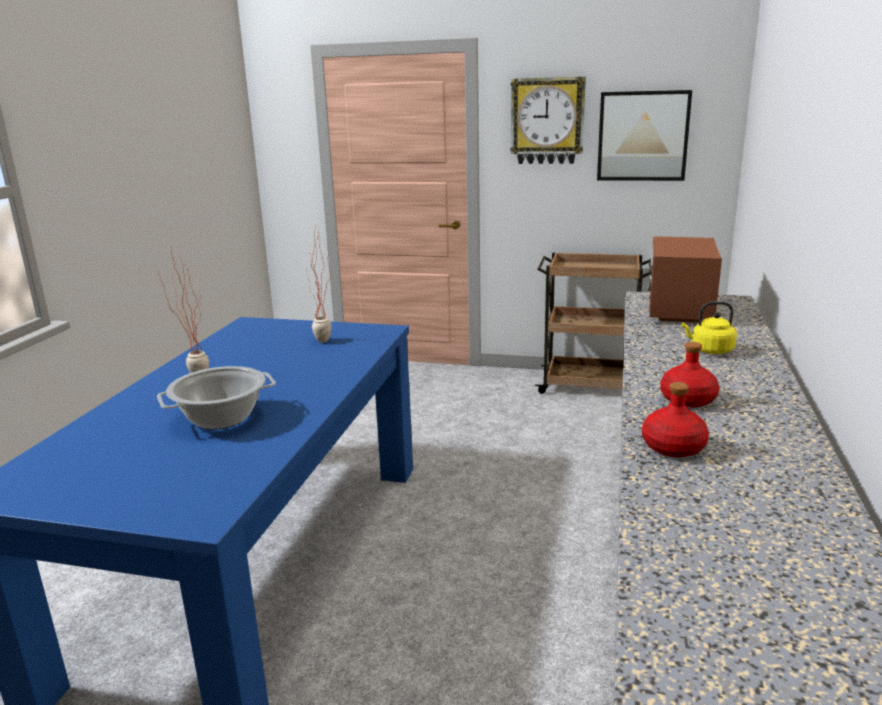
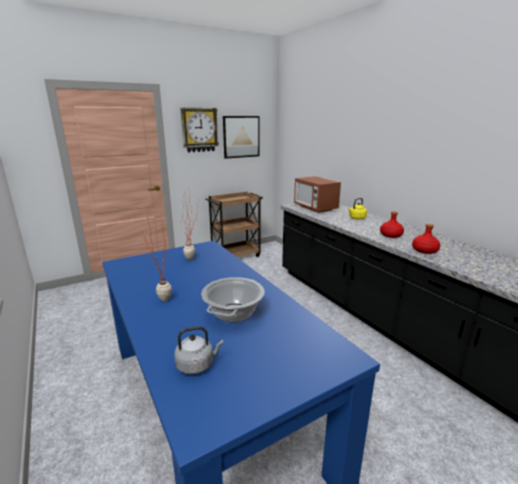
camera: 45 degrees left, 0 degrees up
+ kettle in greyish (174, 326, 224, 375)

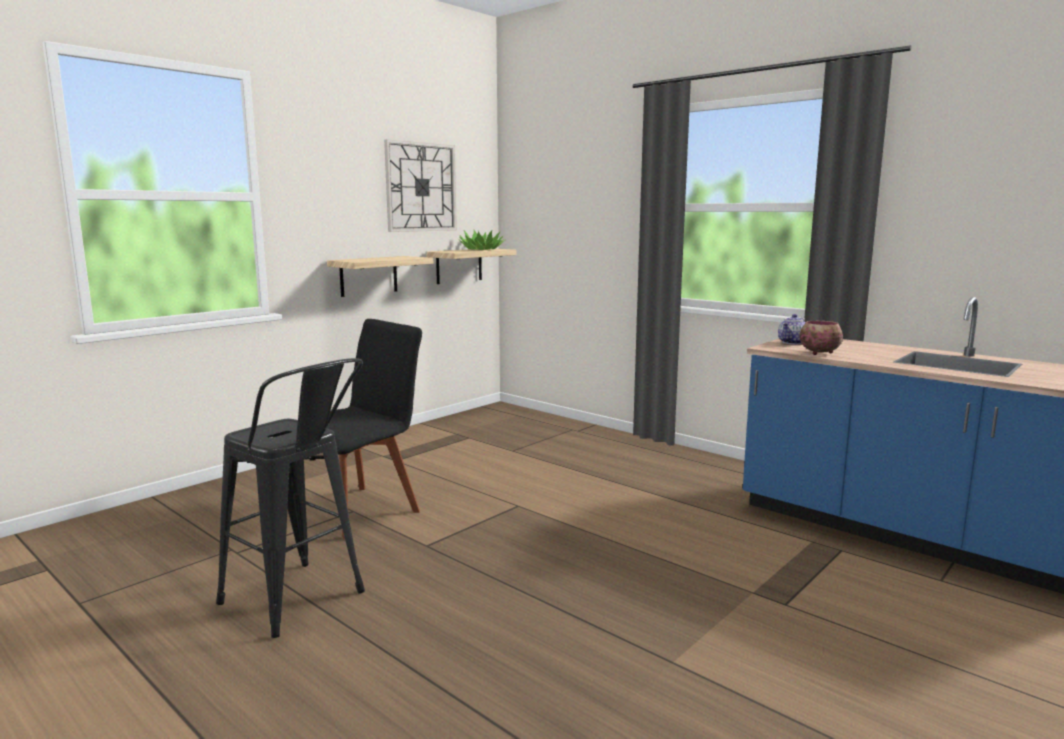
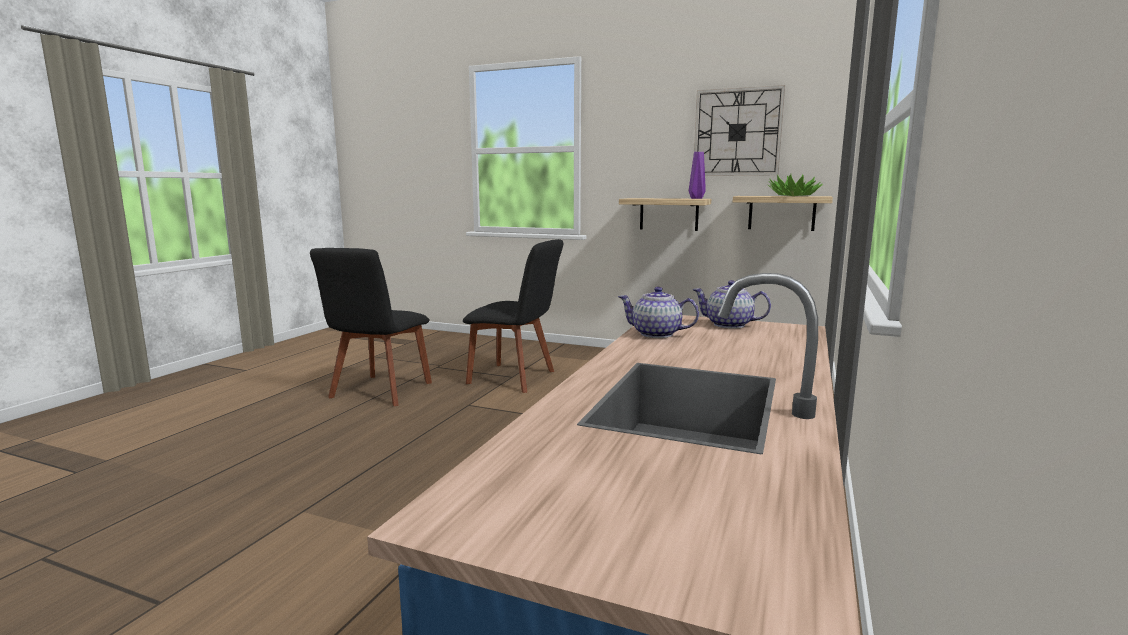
camera: 70 degrees right, 0 degrees up
~ bowl (800, 321, 843, 355) to tea pot (618, 287, 699, 338)
~ stool seat in black-coloured (216, 358, 365, 638) to chair in black-coloured (310, 248, 432, 406)
+ flower vase in purplish (689, 152, 706, 199)

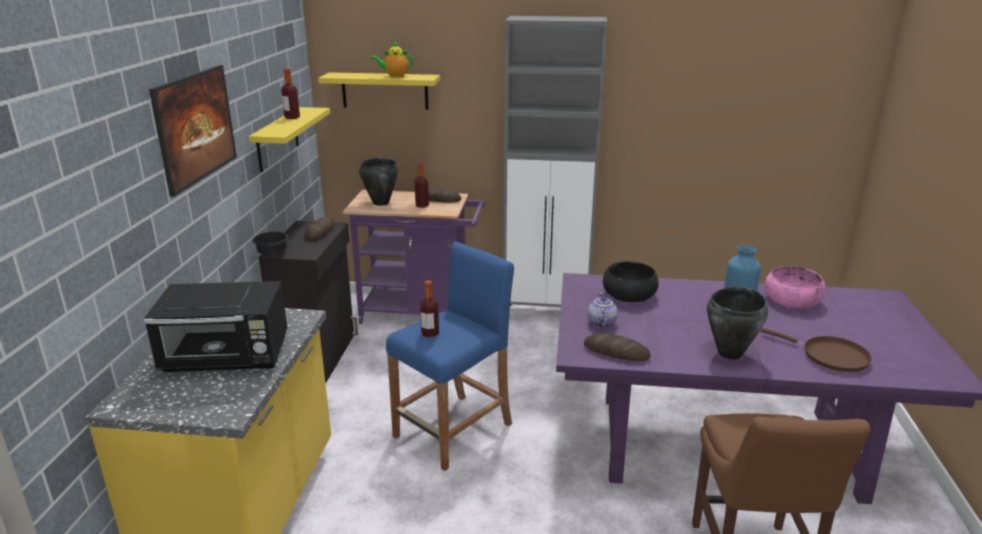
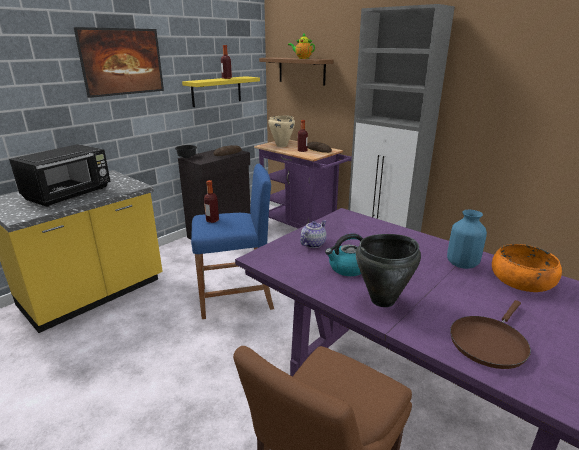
camera: 35 degrees right, 0 degrees up
~ bracket shelf in yellow (318, 72, 440, 110) to bracket shelf in brown (259, 57, 334, 86)
~ cooking pot in black-coloured (359, 158, 399, 206) to cooking pot in sand-coloured (268, 116, 295, 147)
- bowl in black-coloured (603, 261, 659, 302)
~ bowl in pink (765, 266, 825, 308) to bowl in orangey (492, 244, 562, 292)
~ microwave oven in black-coloured (144, 281, 287, 372) = (9, 144, 111, 207) 90 degrees counterclockwise
~ skillet in brown (761, 328, 872, 372) = (450, 300, 531, 369) 60 degrees clockwise
- bakery bread (584, 334, 650, 361)
+ kettle (325, 233, 363, 276)

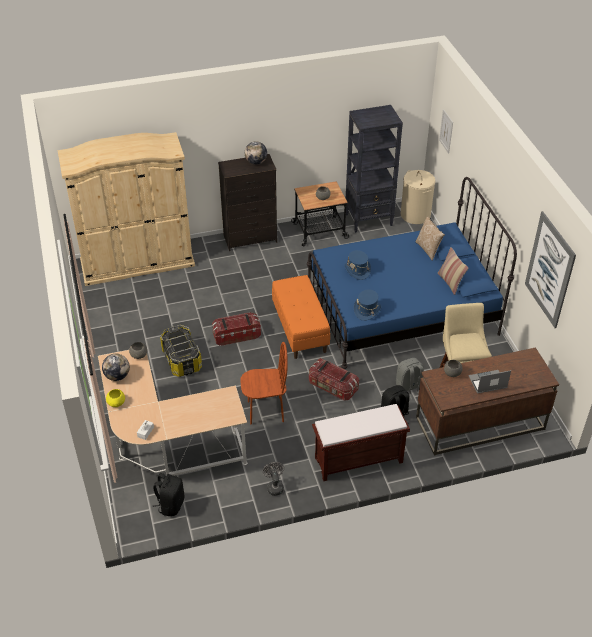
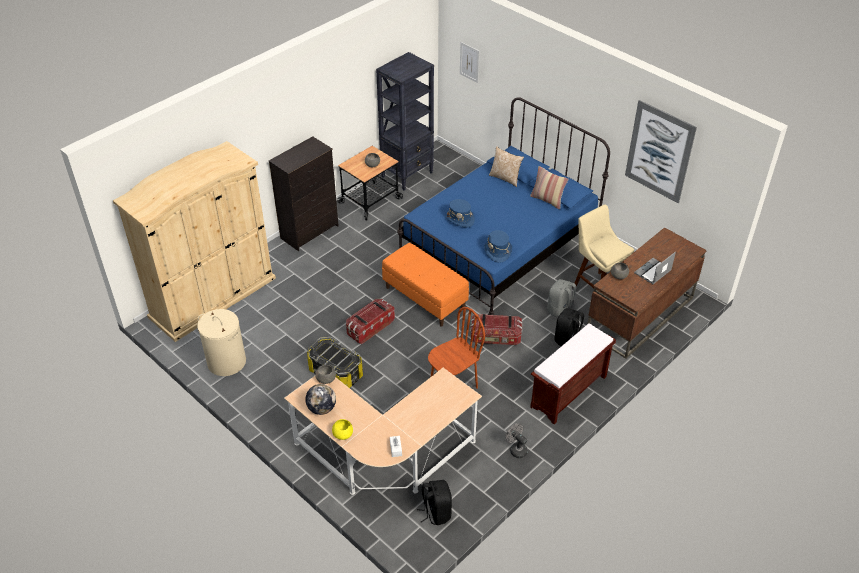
camera: 30 degrees left, 0 degrees up
- world globe (245, 141, 267, 165)
~ hamper in sand-coloured (401, 170, 435, 224) to (197, 309, 246, 376)

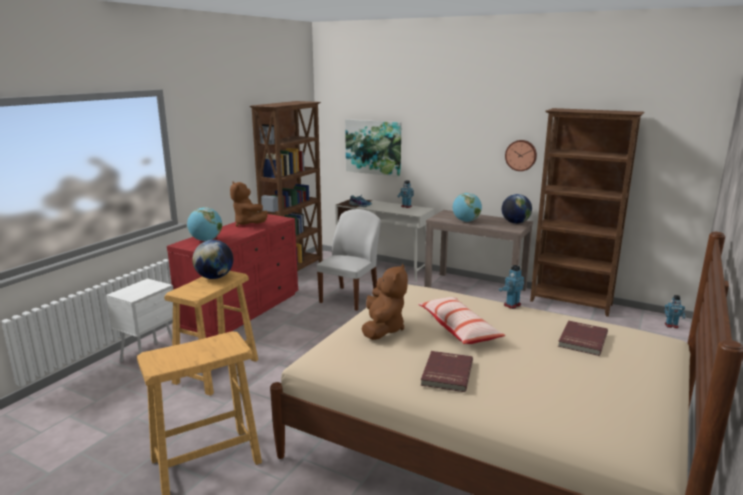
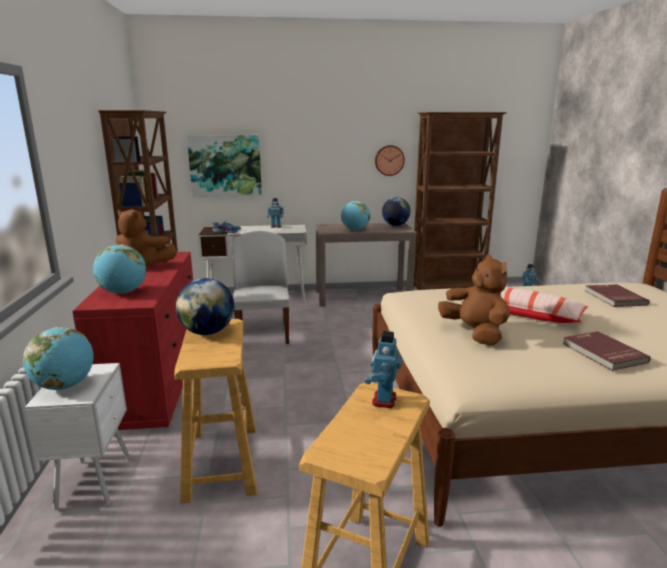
camera: 35 degrees left, 0 degrees up
~ robot figure (499, 265, 524, 309) to (365, 331, 402, 408)
+ world globe (23, 327, 93, 390)

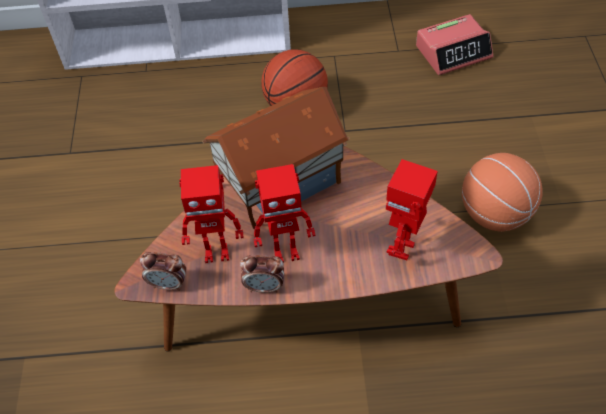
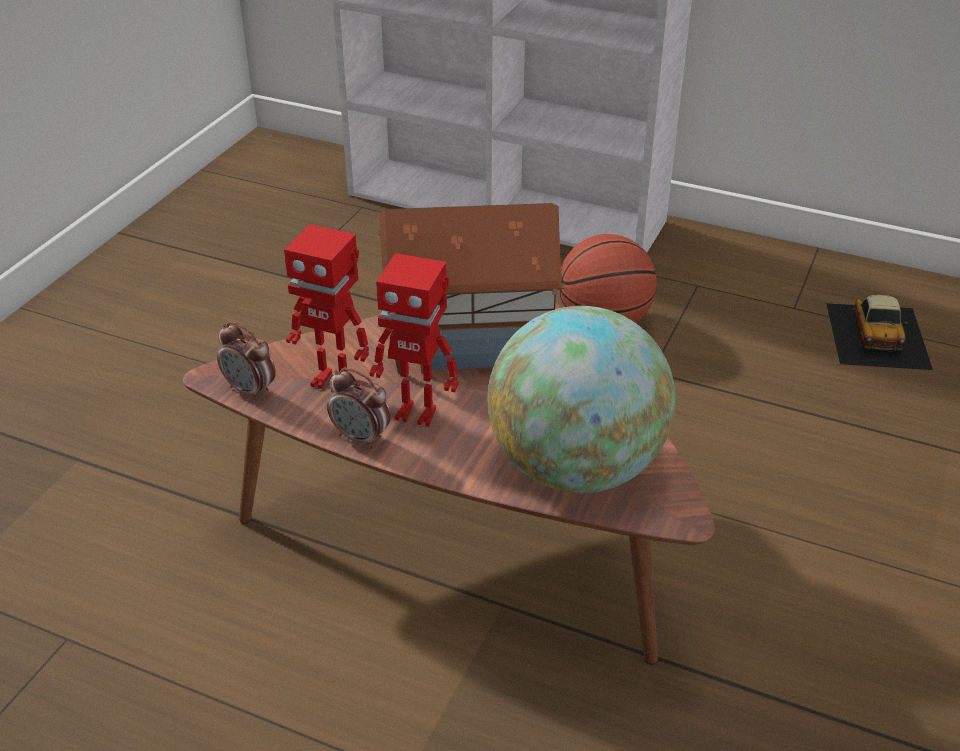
camera: 25 degrees right, 15 degrees down
~ alarm clock (416, 14, 493, 75) to miniature car (826, 295, 933, 370)
- basketball (462, 153, 543, 232)
~ robot figure (386, 159, 438, 260) to world globe (488, 306, 676, 493)

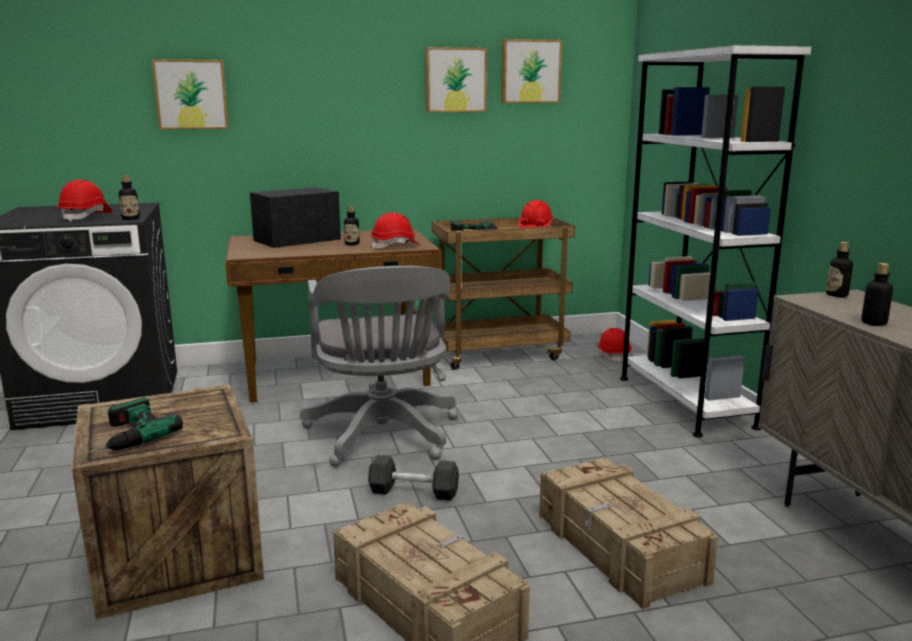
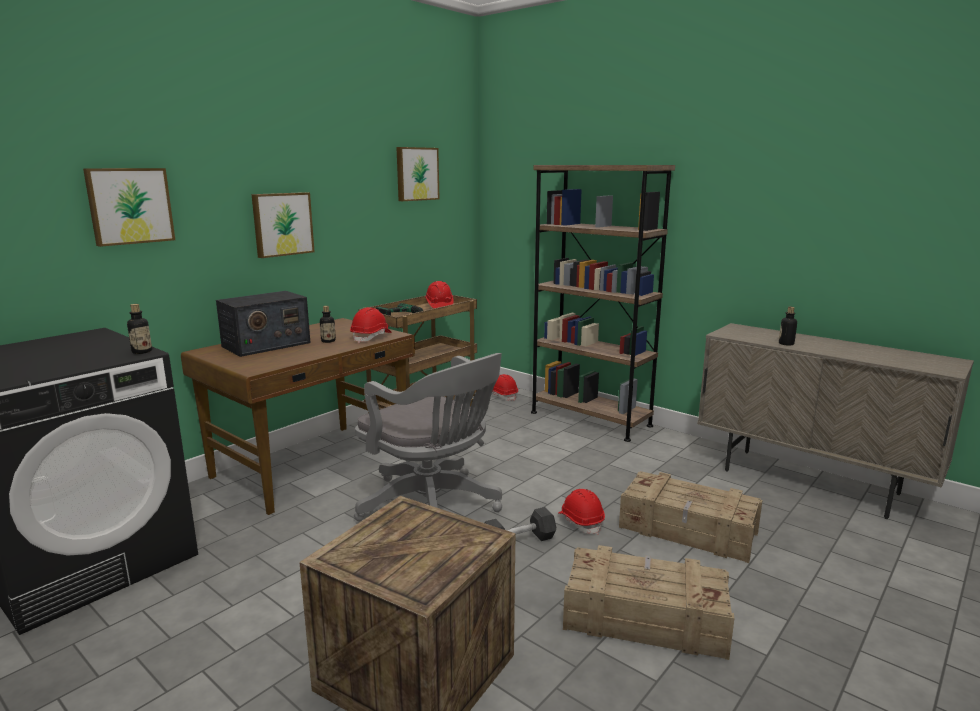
camera: 35 degrees left, 0 degrees up
~ bookcase in white (620, 45, 811, 437) to bookcase in brown (531, 165, 675, 442)
~ wall picture (425, 47, 487, 112) to (251, 192, 315, 258)
~ work helmet in red (57, 180, 112, 222) to (558, 489, 605, 535)
~ radio (250, 187, 341, 248) = (216, 291, 311, 357) 150 degrees counterclockwise
- beverage bottle (826, 242, 853, 297)
- power drill (88, 397, 183, 453)

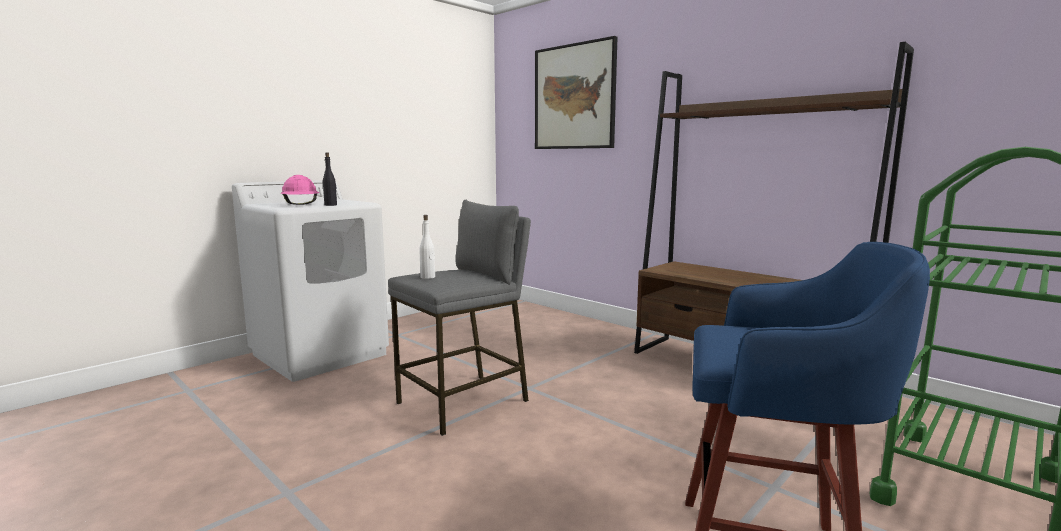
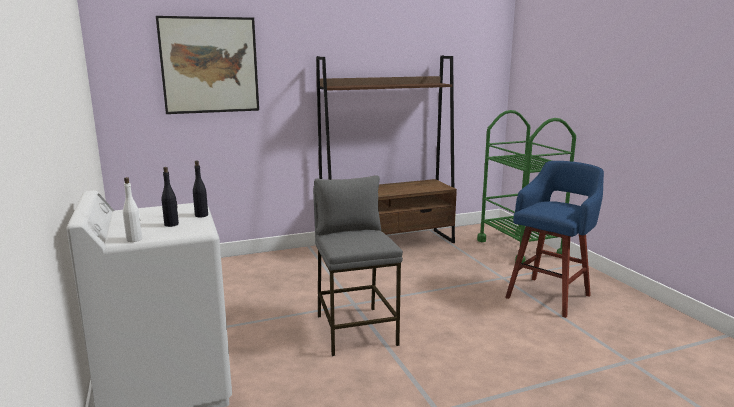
camera: 65 degrees left, 5 degrees up
~ work helmet in pink (281, 175, 319, 205) to beverage bottle in black-coloured (162, 167, 179, 227)
~ beverage bottle in white (419, 215, 435, 279) to (123, 177, 142, 242)

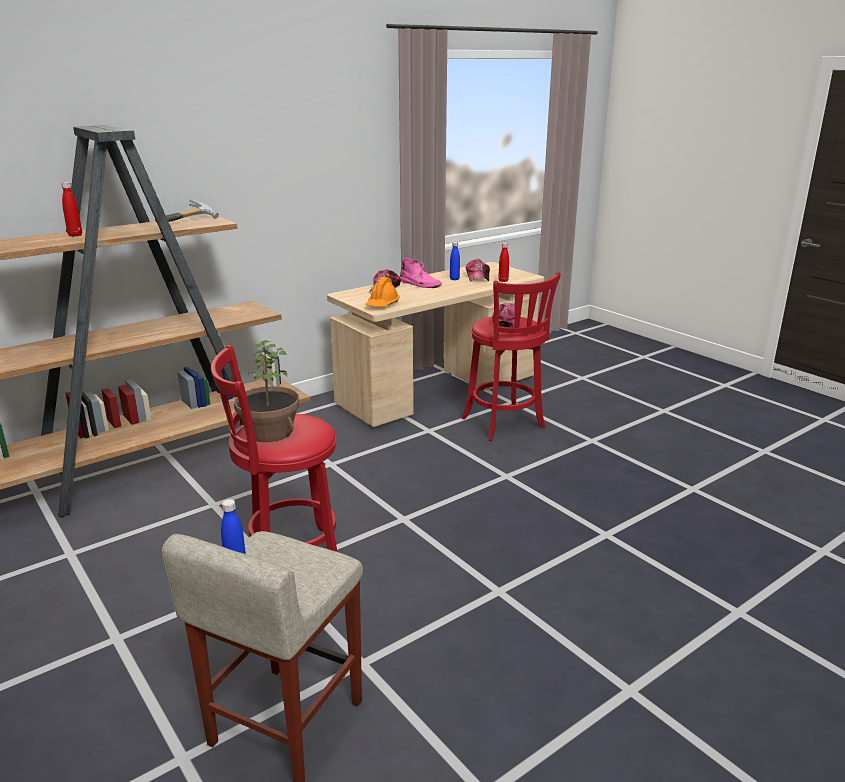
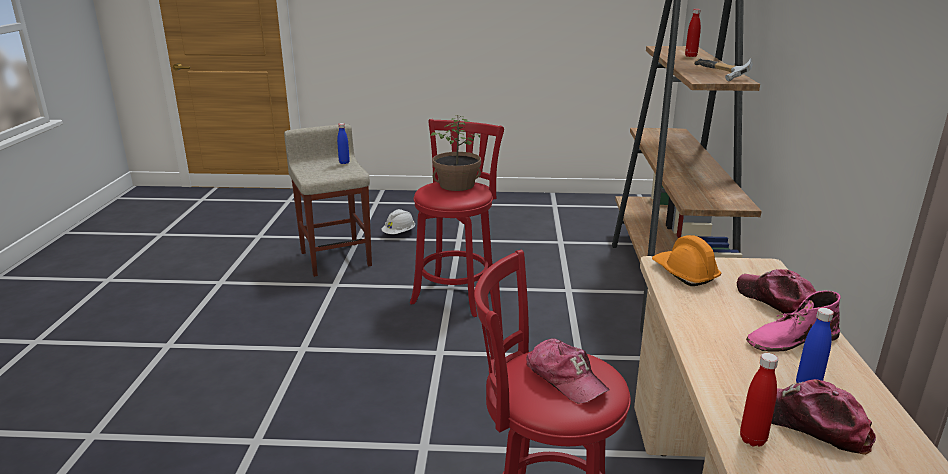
camera: 130 degrees right, 0 degrees up
+ work helmet in white (381, 209, 415, 234)

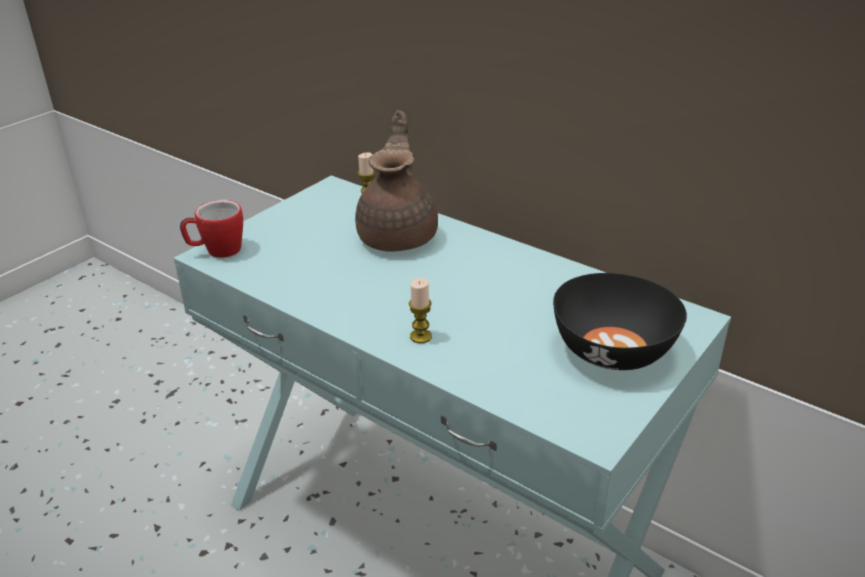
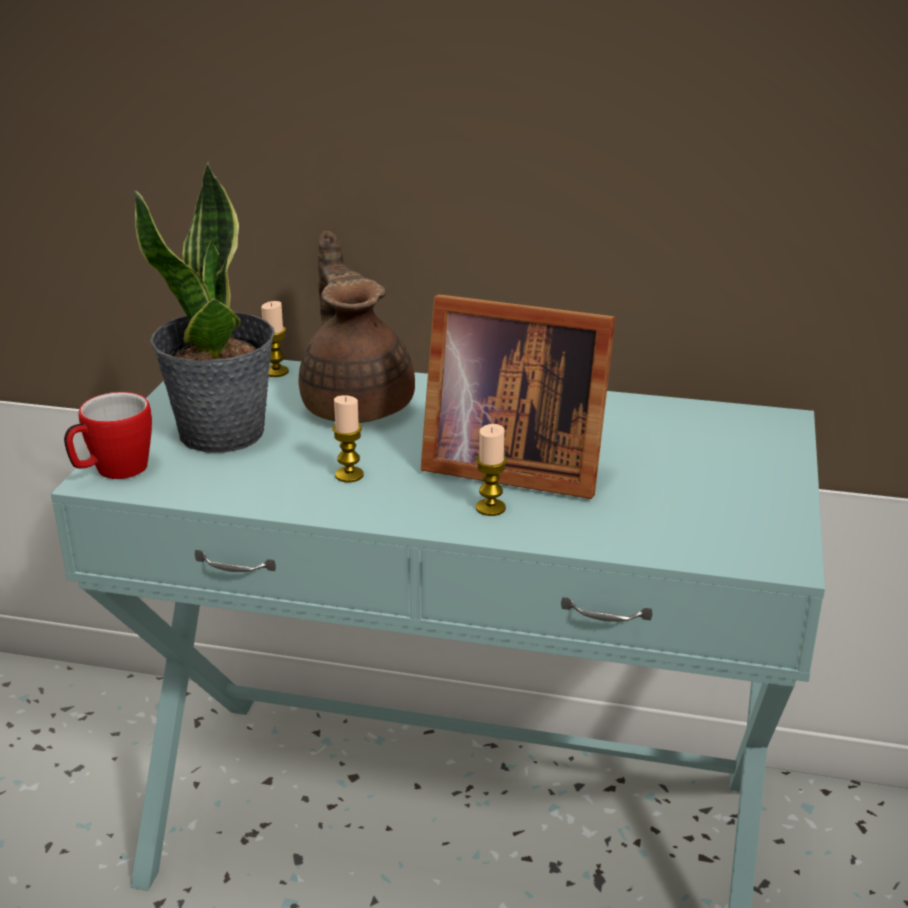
camera: 25 degrees left, 5 degrees down
- bowl in black-coloured (553, 273, 687, 370)
+ potted plant (134, 162, 275, 453)
+ photo frame (420, 295, 615, 499)
+ candle (332, 395, 364, 483)

